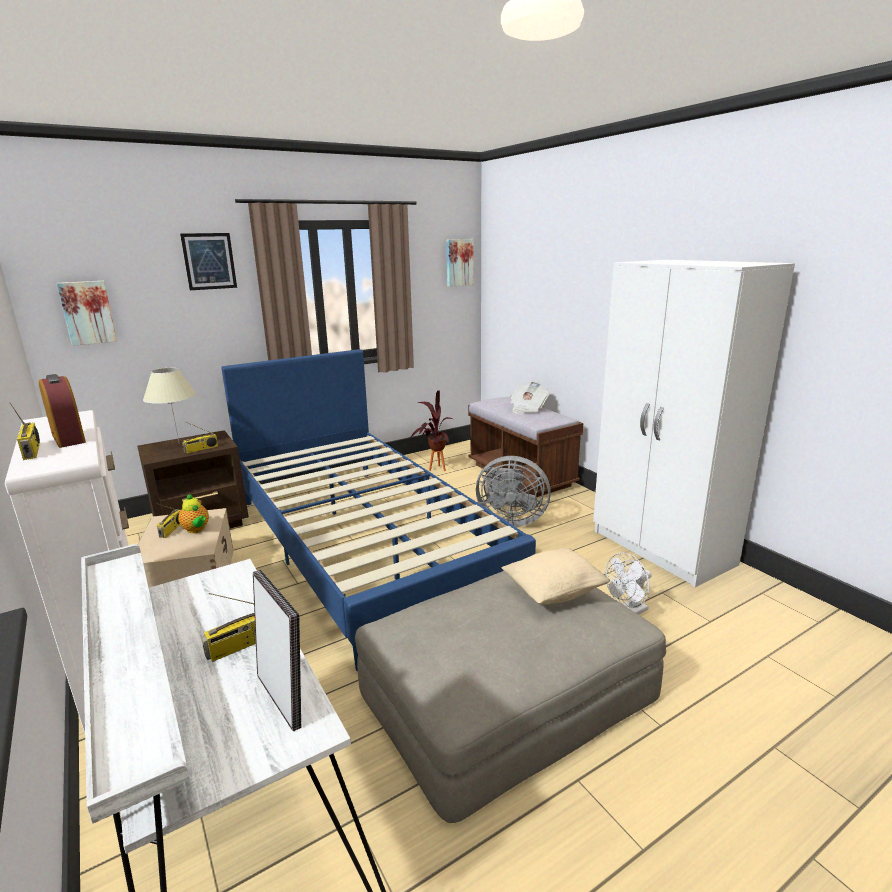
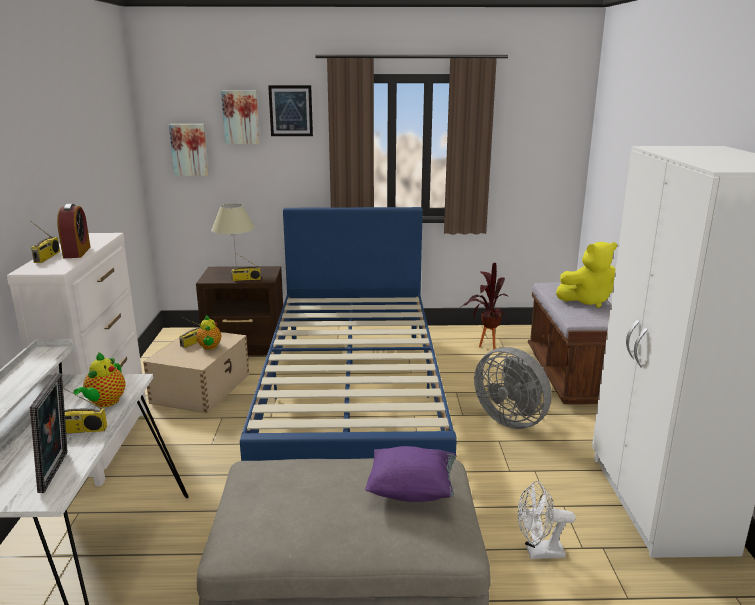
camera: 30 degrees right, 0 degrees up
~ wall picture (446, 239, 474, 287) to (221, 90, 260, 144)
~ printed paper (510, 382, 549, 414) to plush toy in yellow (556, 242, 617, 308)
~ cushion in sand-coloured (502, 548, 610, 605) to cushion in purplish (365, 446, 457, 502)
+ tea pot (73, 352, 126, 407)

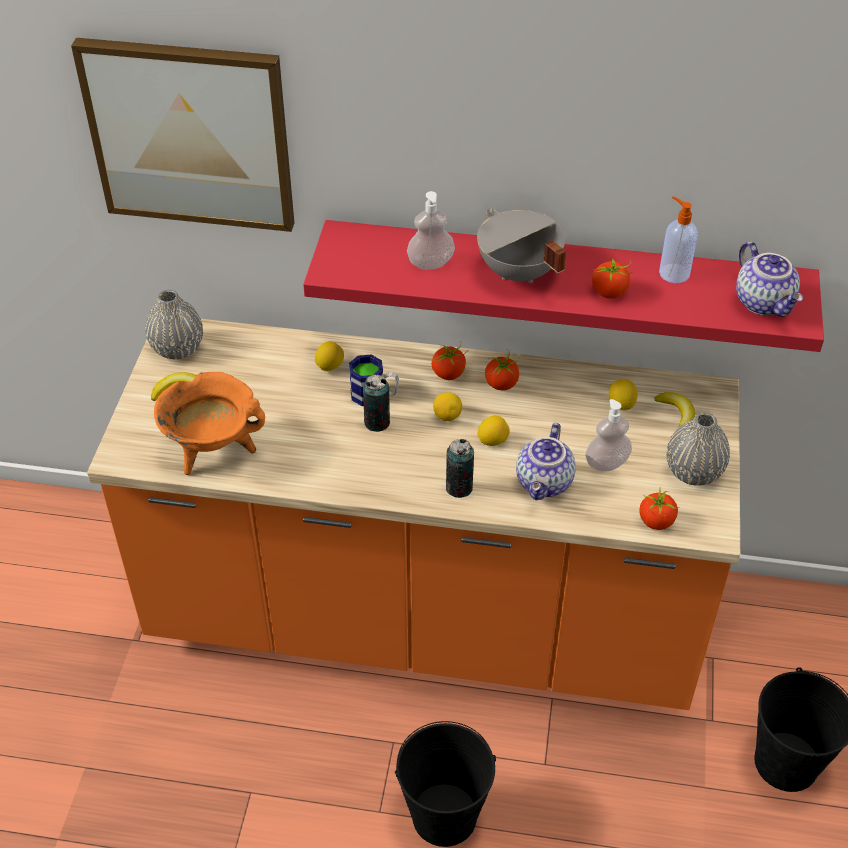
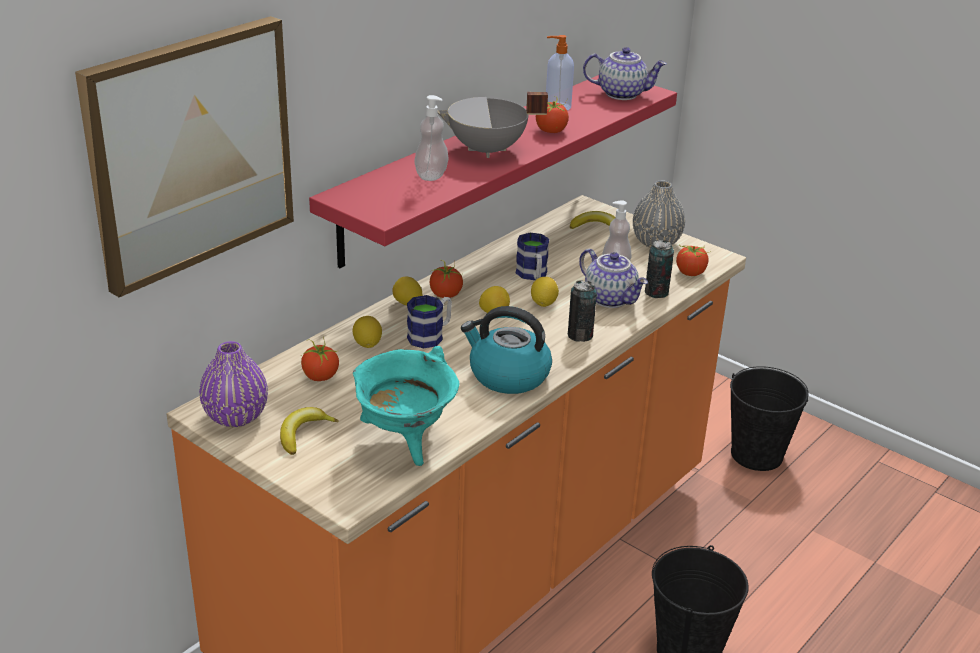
camera: 60 degrees left, 15 degrees down
~ flower vase in greyish (145, 290, 203, 359) to flower vase in purplish (199, 341, 268, 427)
~ tomato (485, 349, 520, 390) to (300, 336, 339, 381)
~ cooking pot in orangey (154, 372, 265, 475) to cooking pot in turquoise (353, 346, 460, 466)
~ sealed can (363, 375, 390, 432) to (645, 240, 674, 298)
~ citrus fruit (609, 379, 638, 410) to (392, 277, 422, 305)
+ mug (516, 233, 549, 280)
+ kettle (461, 306, 552, 394)

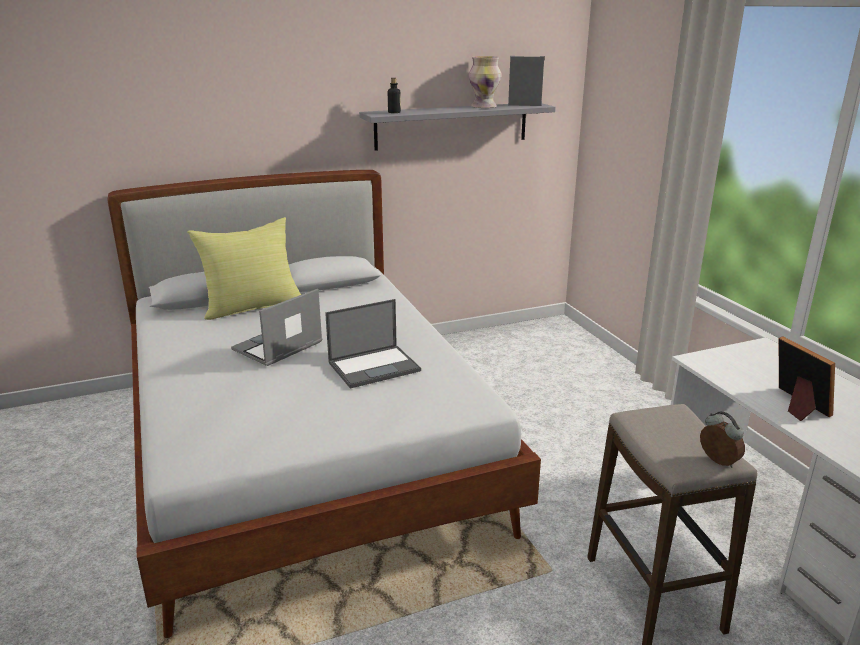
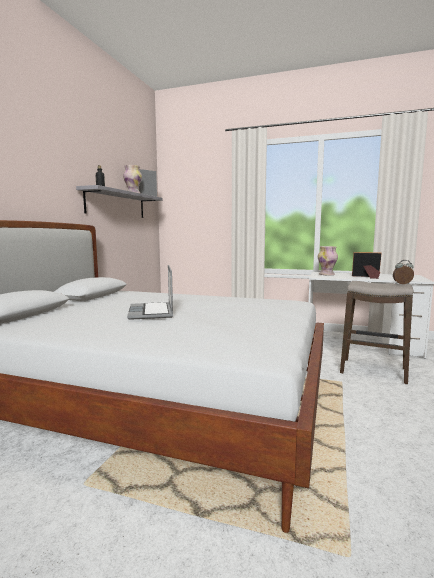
camera: 50 degrees left, 15 degrees down
- cushion in yellow (187, 217, 302, 320)
- notebook computer (325, 299, 421, 388)
+ flower vase (318, 246, 338, 275)

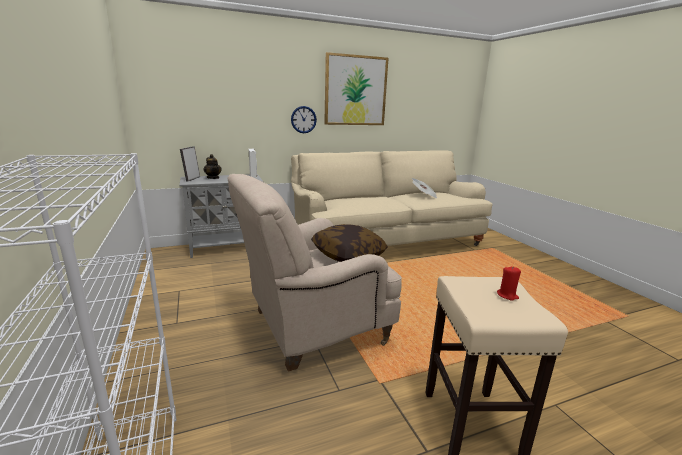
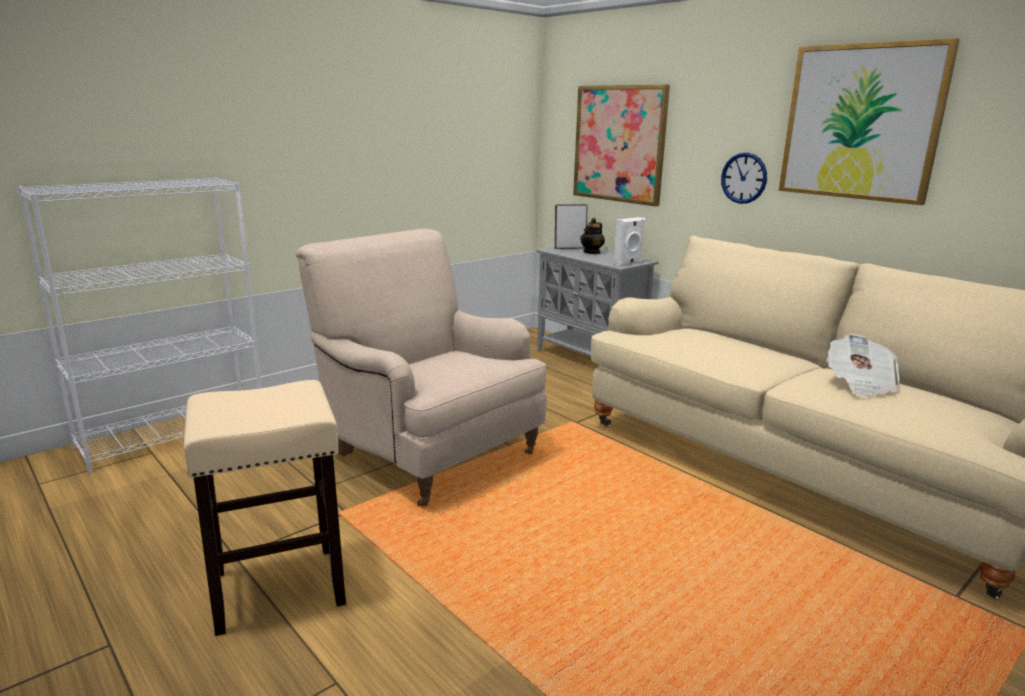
camera: 70 degrees right, 0 degrees up
- cushion (311, 224, 388, 262)
- candle in red (497, 266, 521, 301)
+ wall picture (573, 85, 670, 206)

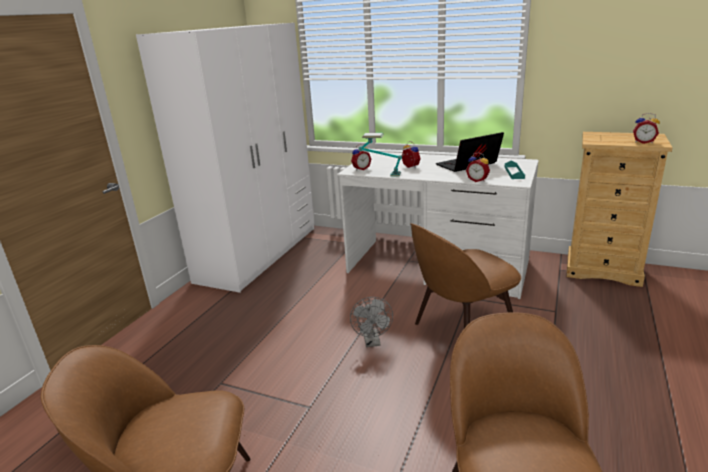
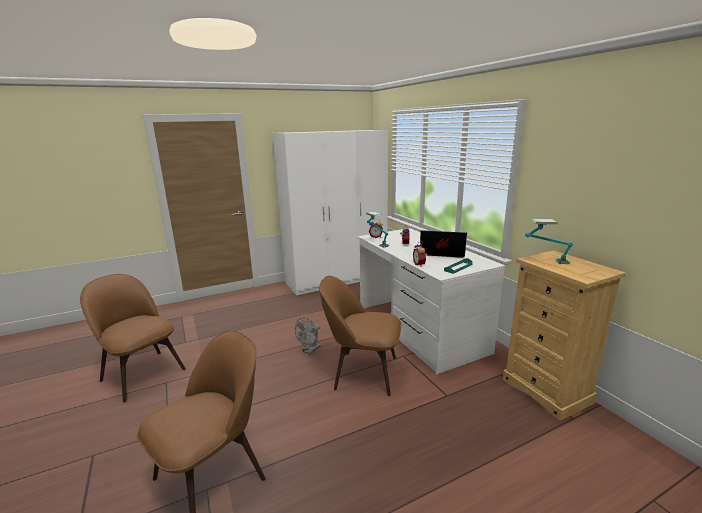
camera: 40 degrees right, 5 degrees down
- alarm clock (633, 113, 660, 144)
+ lamp for a table (525, 219, 573, 264)

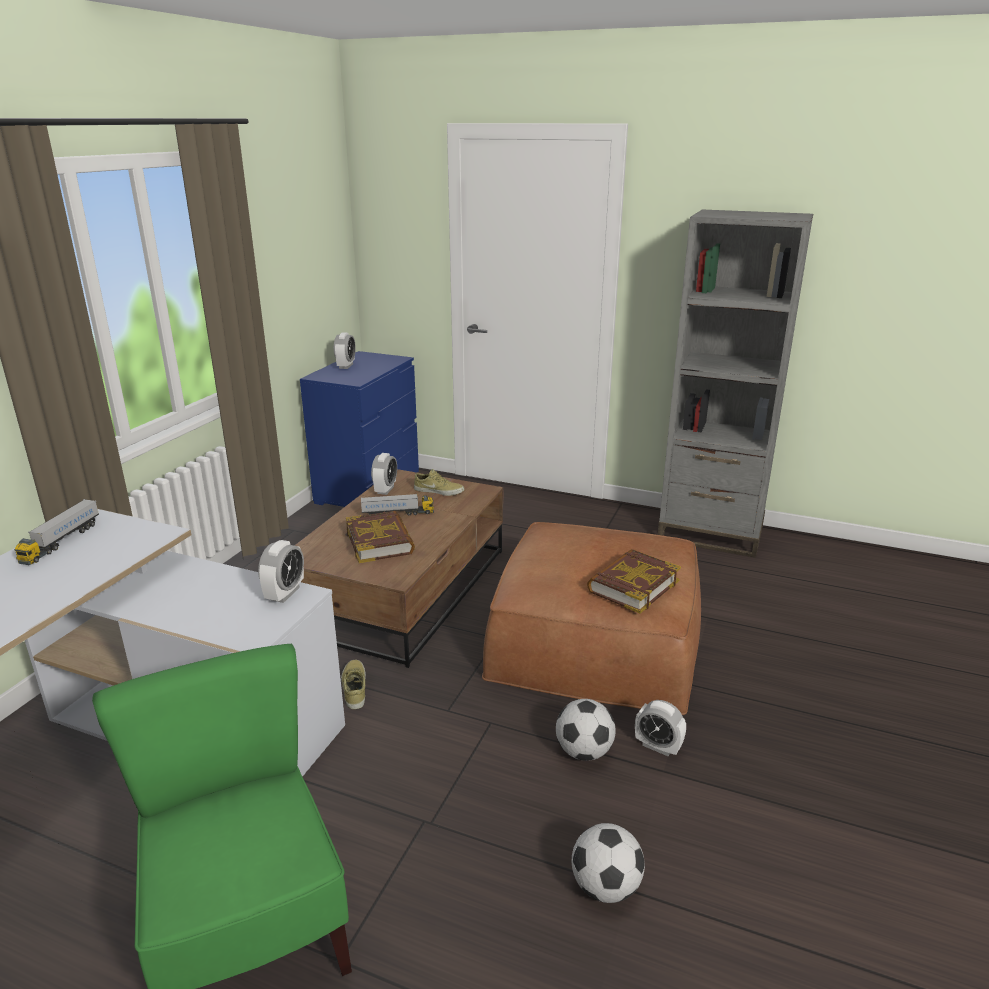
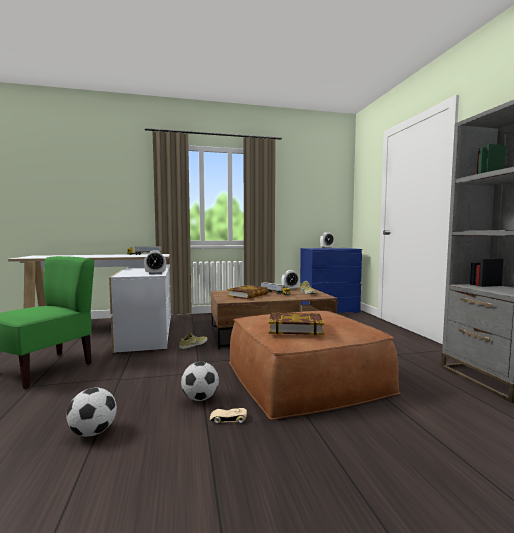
camera: 55 degrees right, 20 degrees down
~ alarm clock (635, 700, 686, 756) to miniature car in sand-coloured (210, 408, 247, 423)

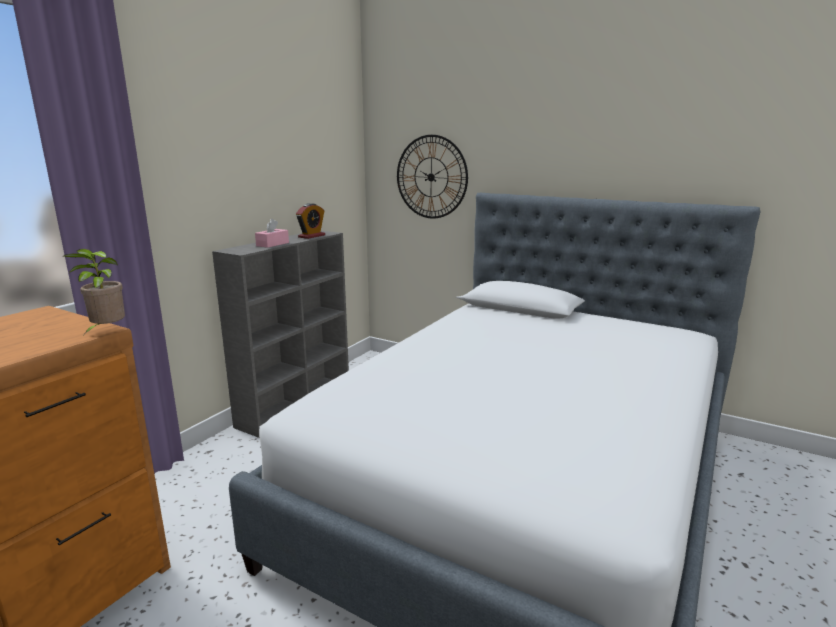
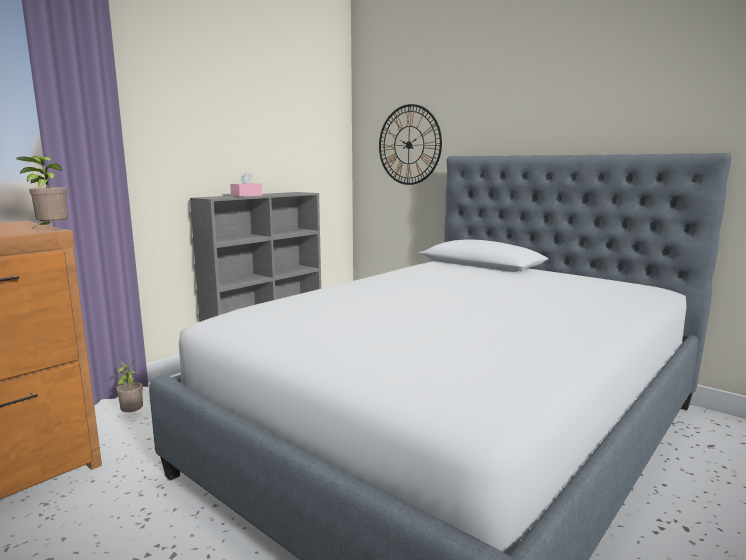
camera: 10 degrees right, 5 degrees down
- alarm clock (296, 203, 325, 239)
+ potted plant (115, 361, 143, 412)

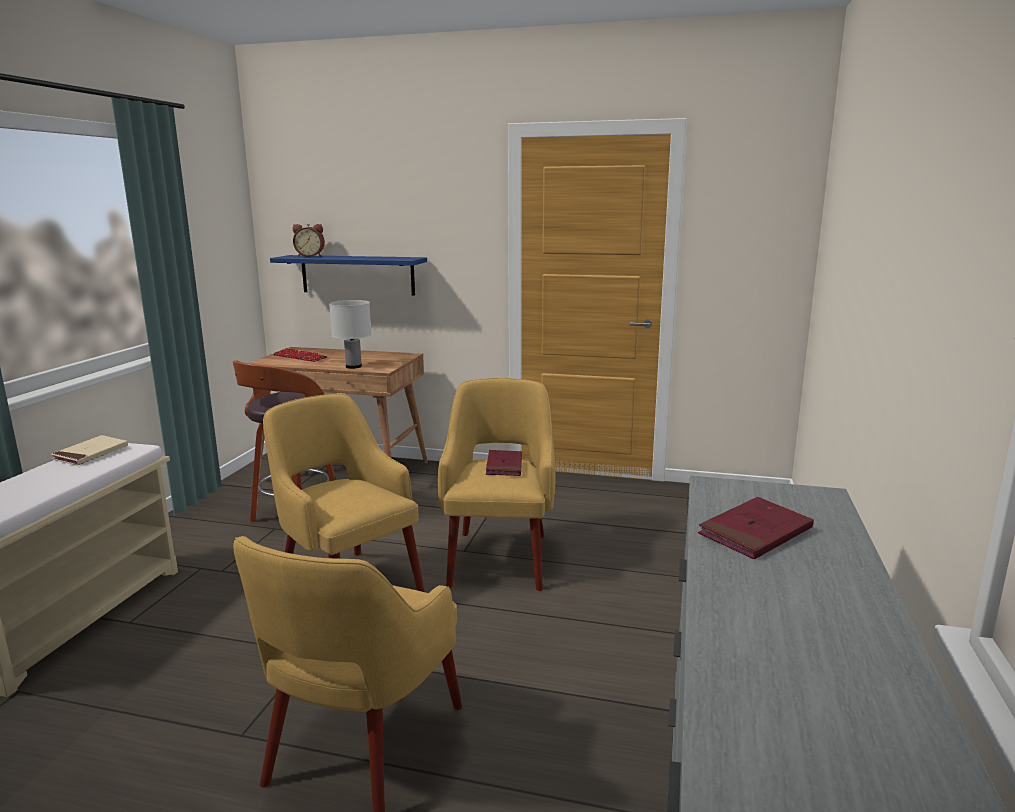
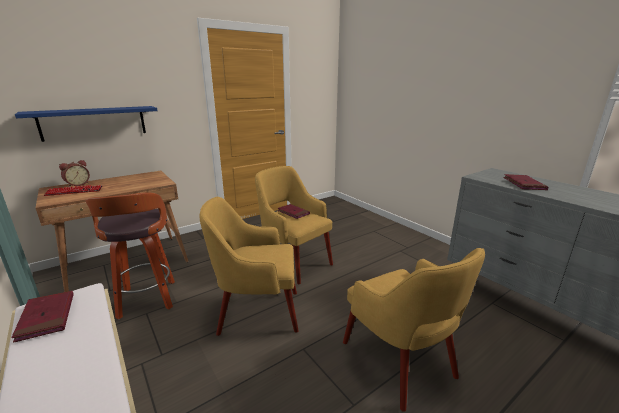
camera: 50 degrees left, 5 degrees up
~ alarm clock (293, 224, 325, 257) to (59, 160, 90, 187)
- lamp for a table in white (329, 300, 372, 369)
~ bound book in sand-coloured (51, 435, 128, 465) to bound book in red (11, 291, 74, 343)

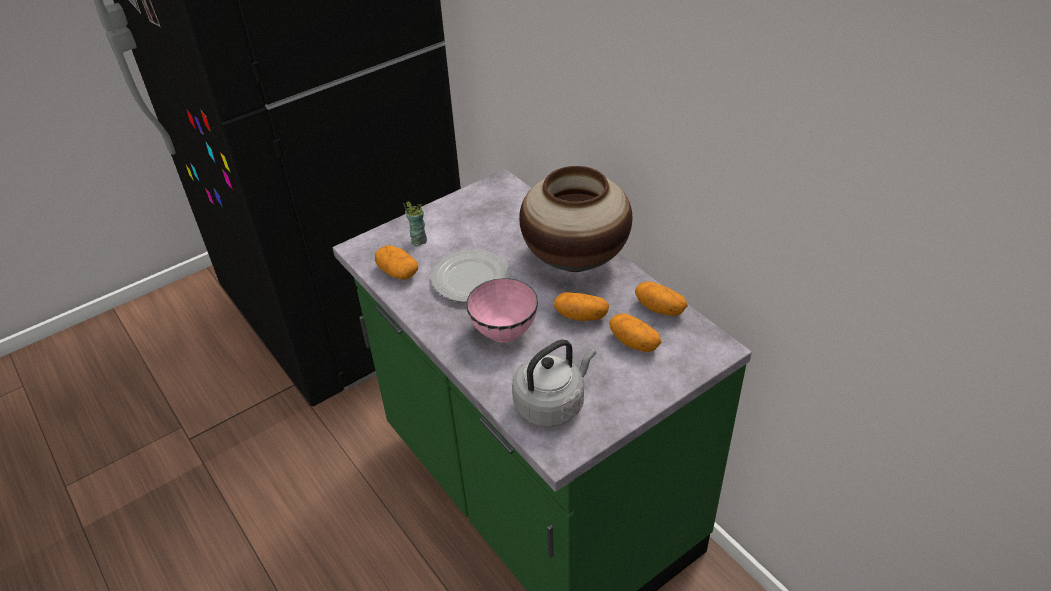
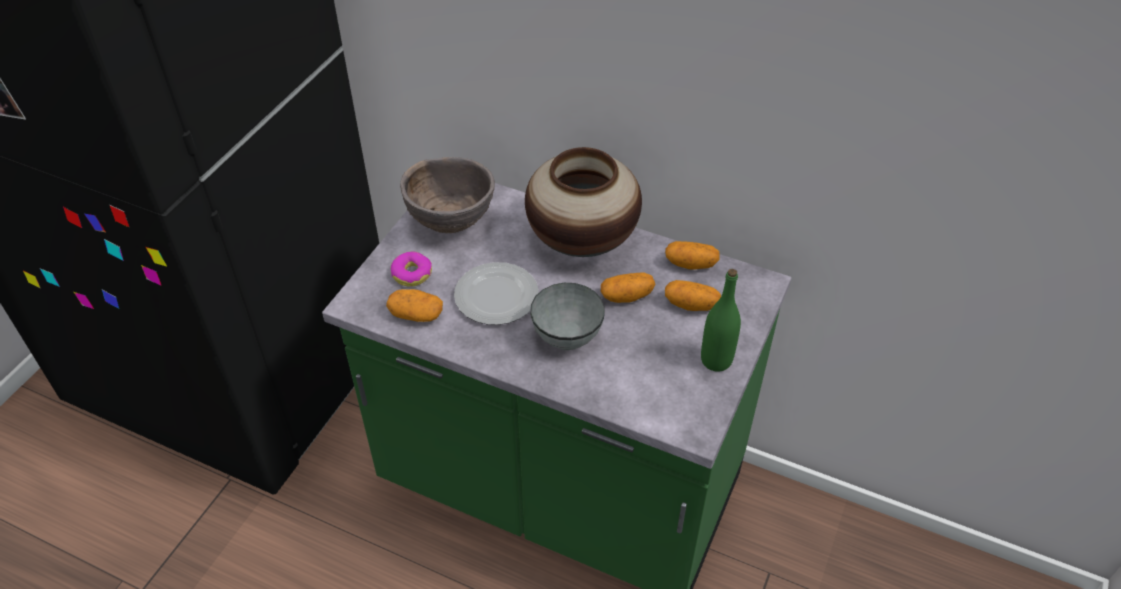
camera: 30 degrees left, 5 degrees up
~ small cup (403, 201, 427, 246) to donut (391, 252, 432, 287)
~ bowl in pink (467, 278, 538, 343) to bowl in greyish (530, 283, 605, 350)
- kettle in greyish (512, 340, 596, 427)
+ bowl in brown (400, 157, 495, 233)
+ beverage bottle in green (701, 269, 741, 372)

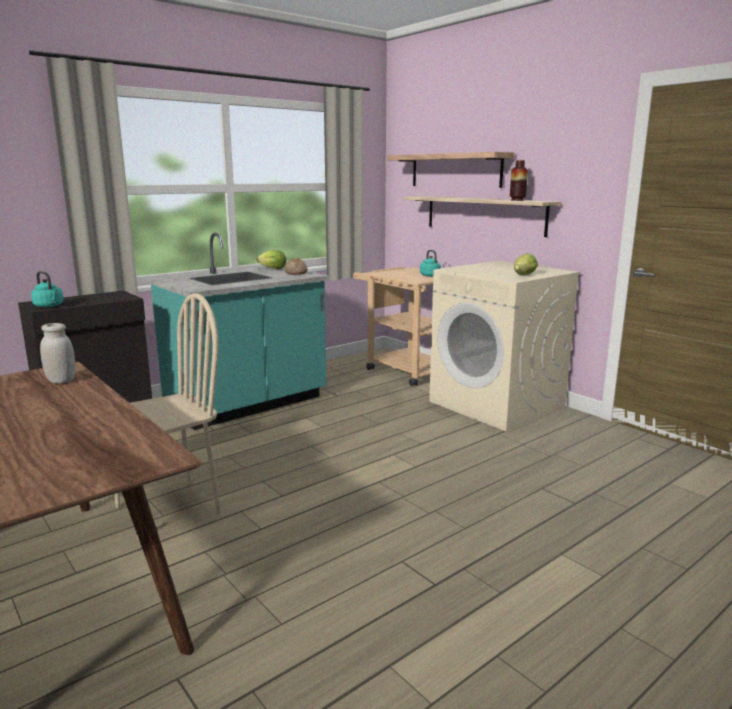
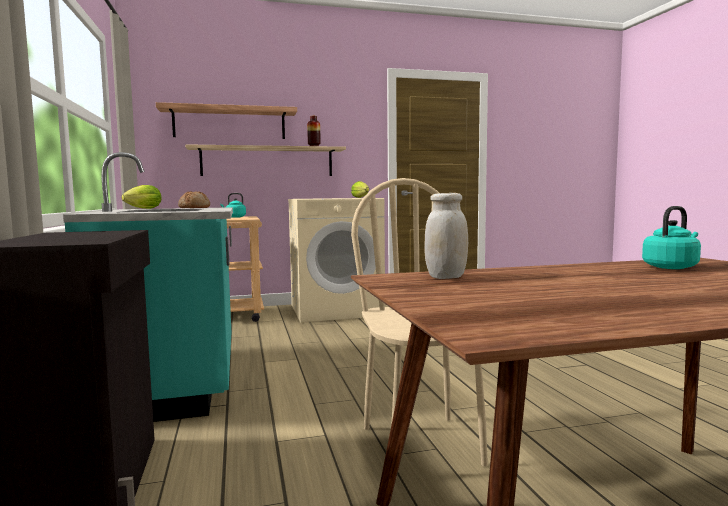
camera: 65 degrees left, 10 degrees down
~ kettle in turquoise (31, 271, 64, 308) to (642, 206, 701, 269)

